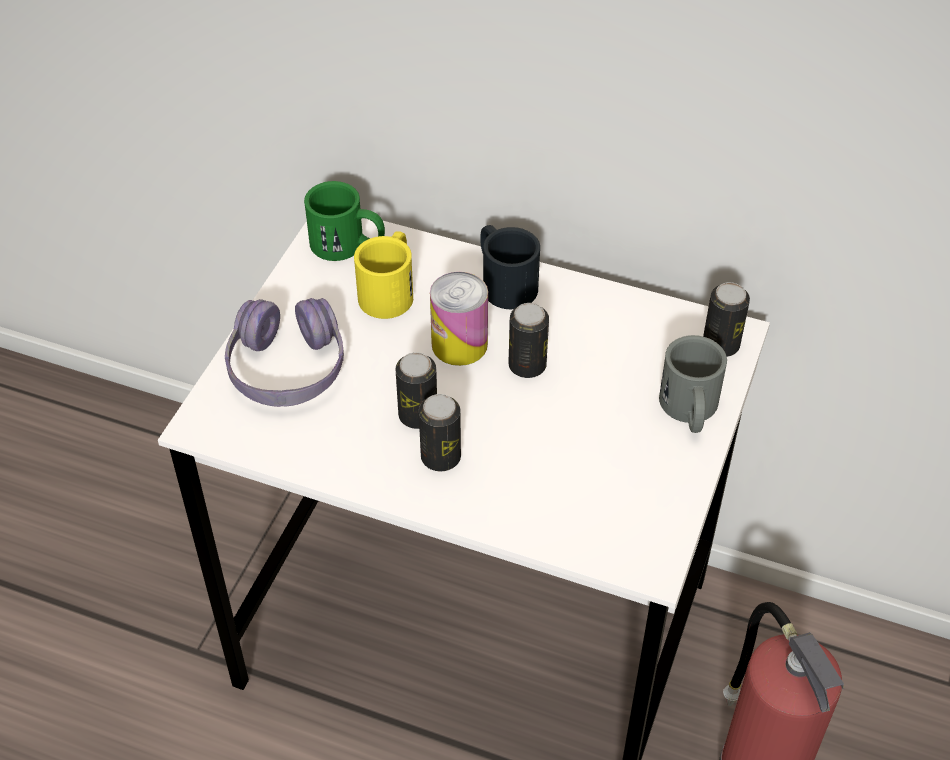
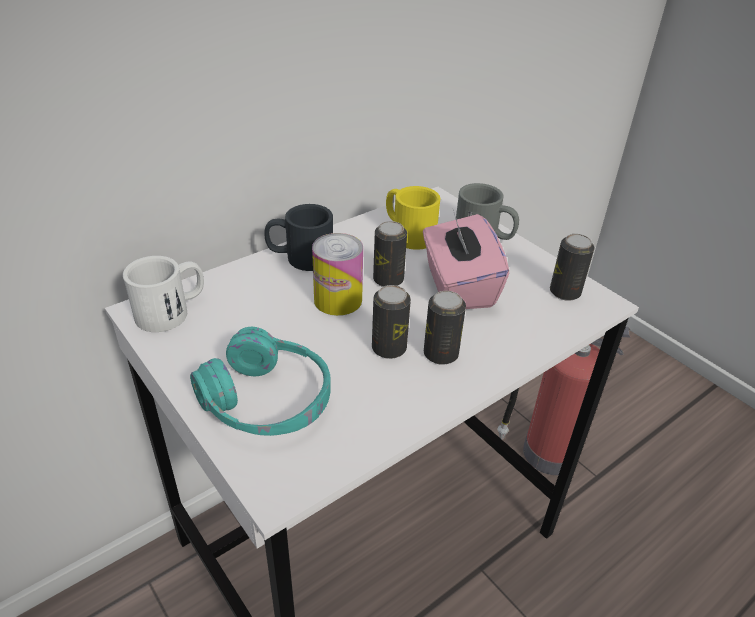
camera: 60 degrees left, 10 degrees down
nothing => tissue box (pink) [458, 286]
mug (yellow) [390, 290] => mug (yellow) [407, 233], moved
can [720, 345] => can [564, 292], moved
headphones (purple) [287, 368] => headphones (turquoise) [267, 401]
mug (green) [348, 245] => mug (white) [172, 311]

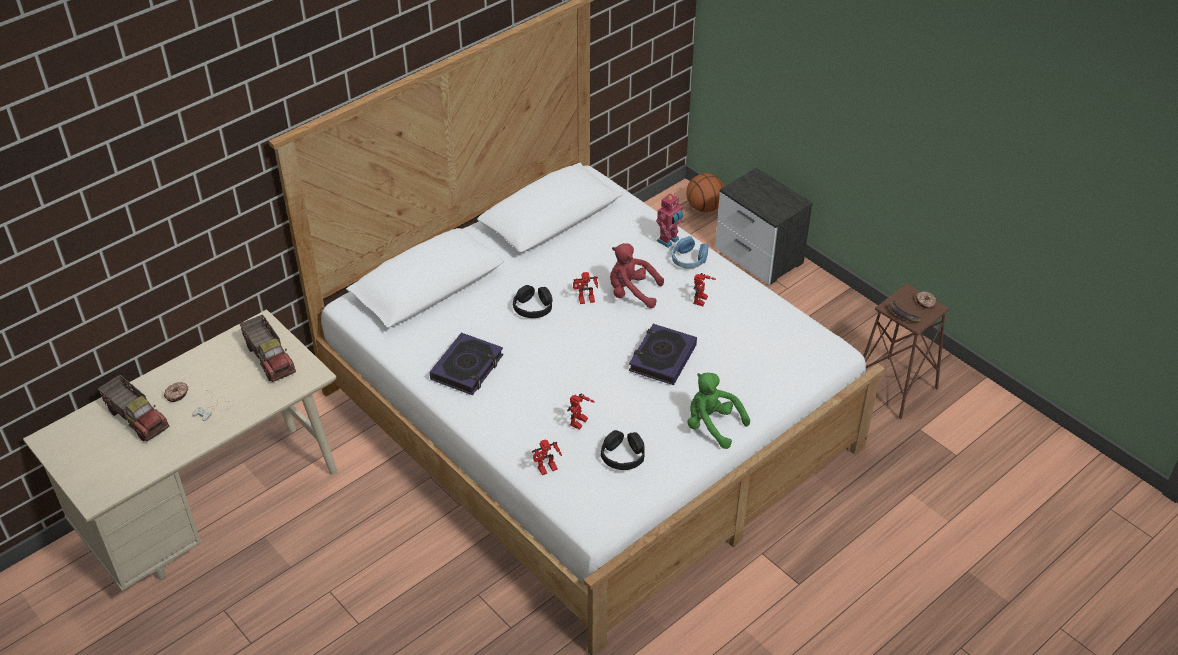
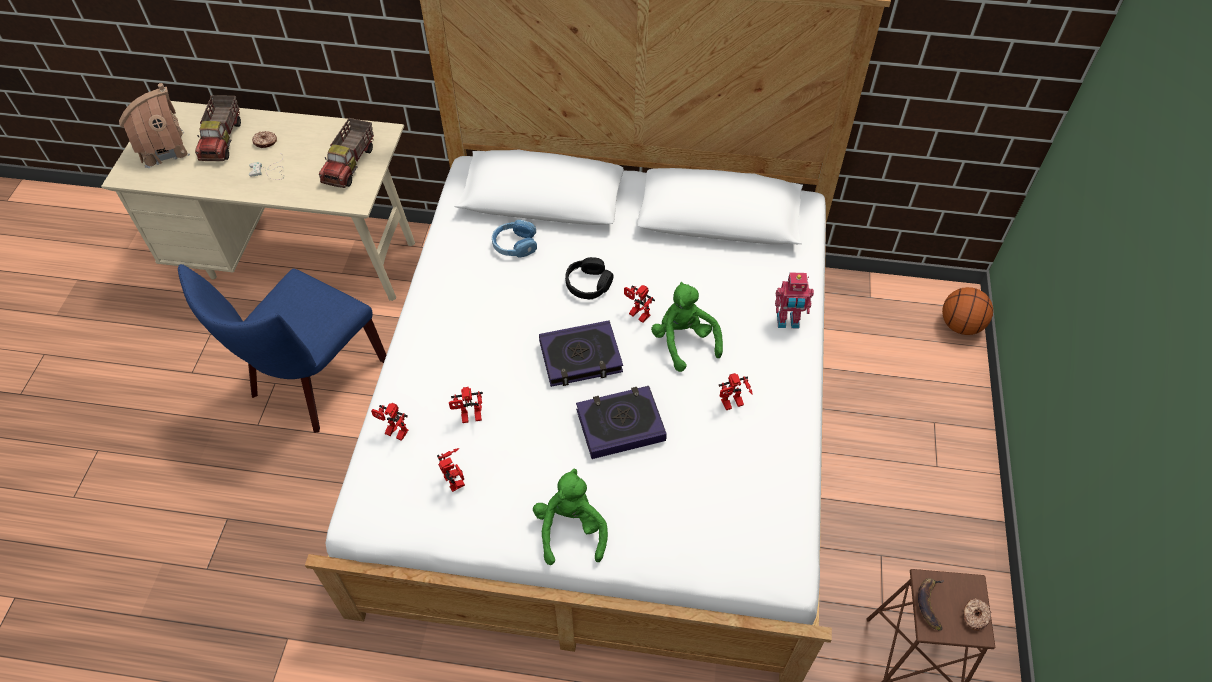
camera: 50 degrees right, 10 degrees up
nightstand [759, 257] => nothing
nothing => toy house [165, 148]
nothing => chair (blue) [312, 382]
book [467, 368] => book [580, 357], moved
headphones (blue) [689, 260] => headphones (blue) [515, 245], moved
headphones (black) [623, 456] => toy robot [457, 480]
plush toy (red) [631, 292] => plush toy (green) [684, 341]

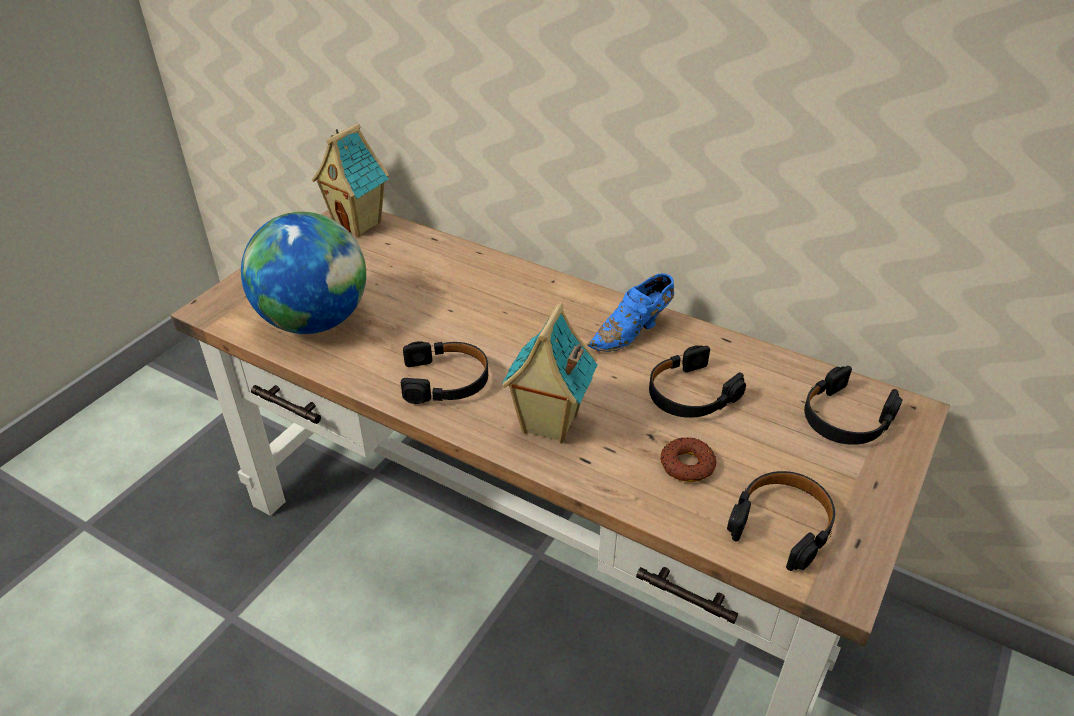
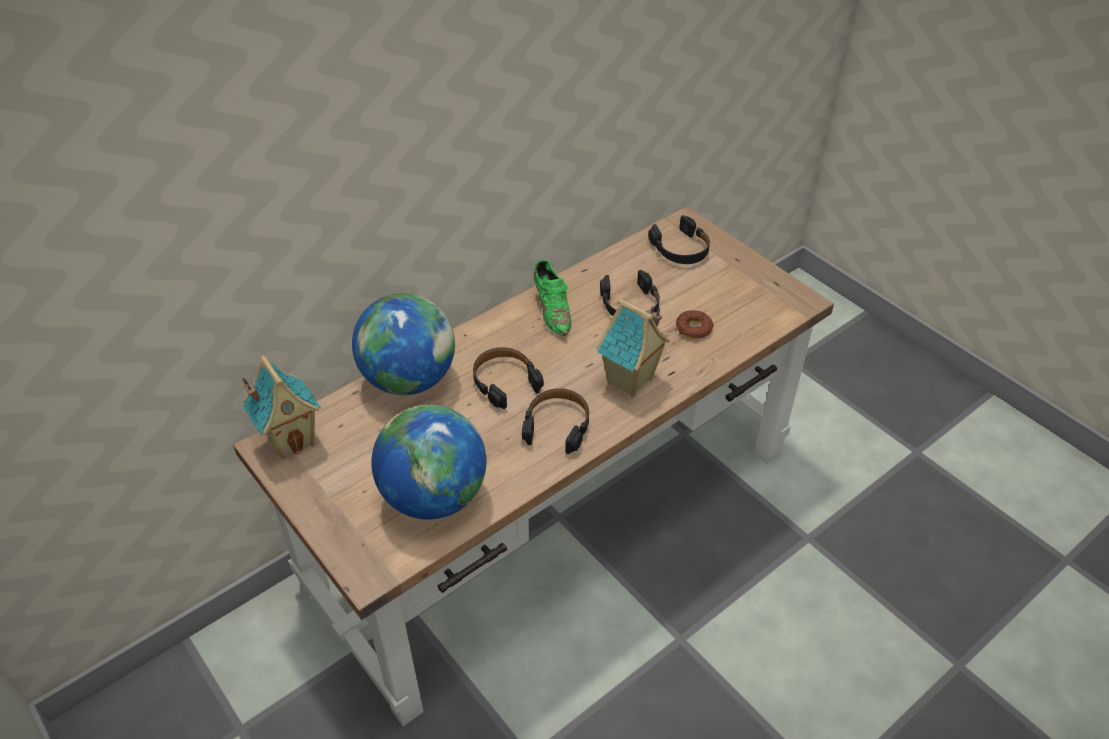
camera: 70 degrees left, 5 degrees up
nothing => globe [409, 379]
headphones (black) [782, 524] => headphones (black) [505, 381], moved
shoe (blue) [633, 332] => shoe (green) [552, 311]

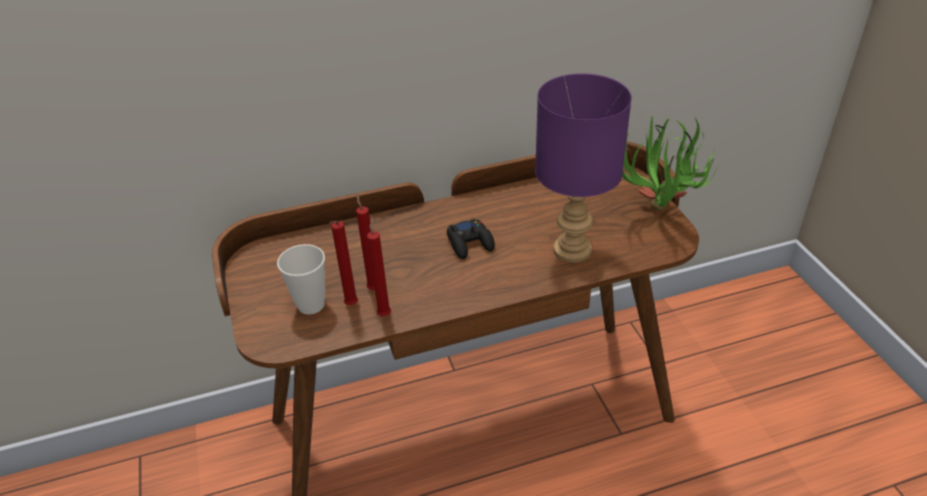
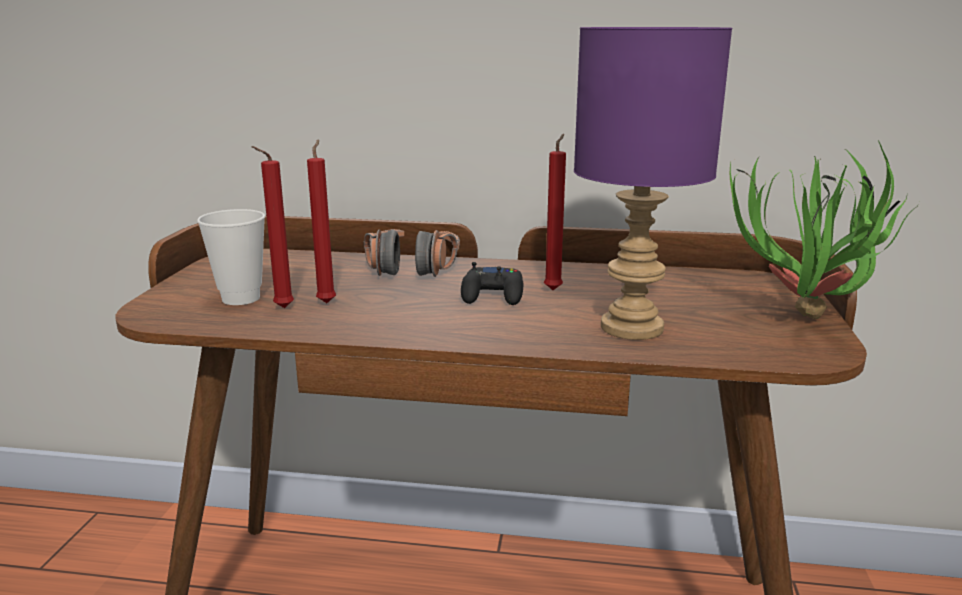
camera: 25 degrees right, 20 degrees down
nothing => headphones [411, 266]
candle (red) [384, 313] => candle (red) [554, 289], moved

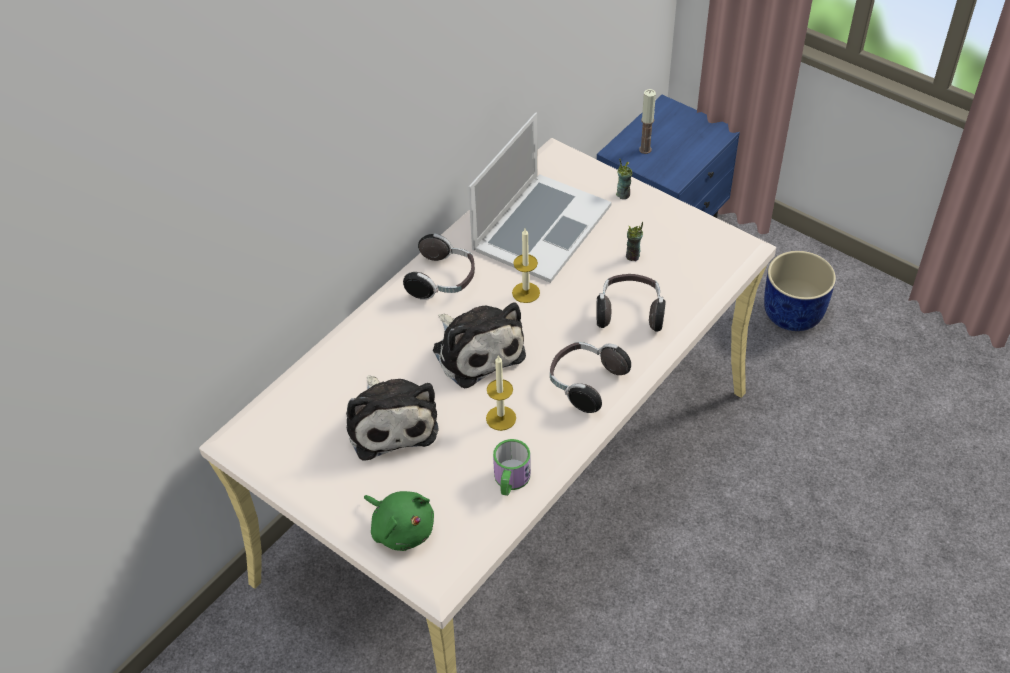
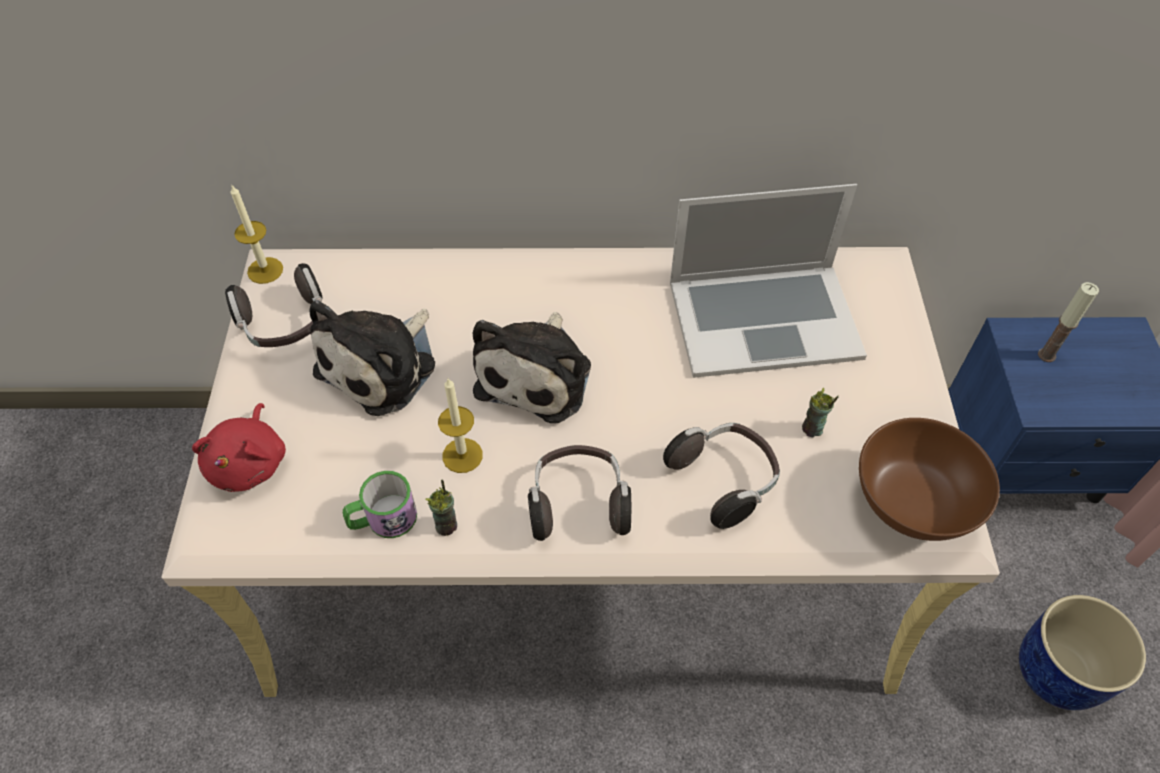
camera: 50 degrees right, 5 degrees up
nothing => bowl (brown) [912, 504]
headphones [443, 280] => headphones [284, 325], moved
candle [526, 292] => candle [265, 270], moved
cup [623, 194] => cup [447, 525], moved
plush toy (green) [401, 528] => plush toy (red) [250, 463]

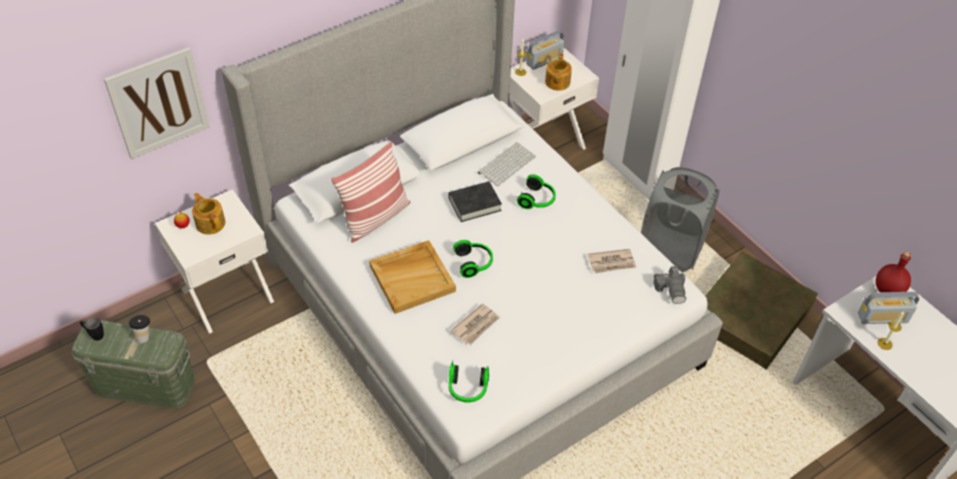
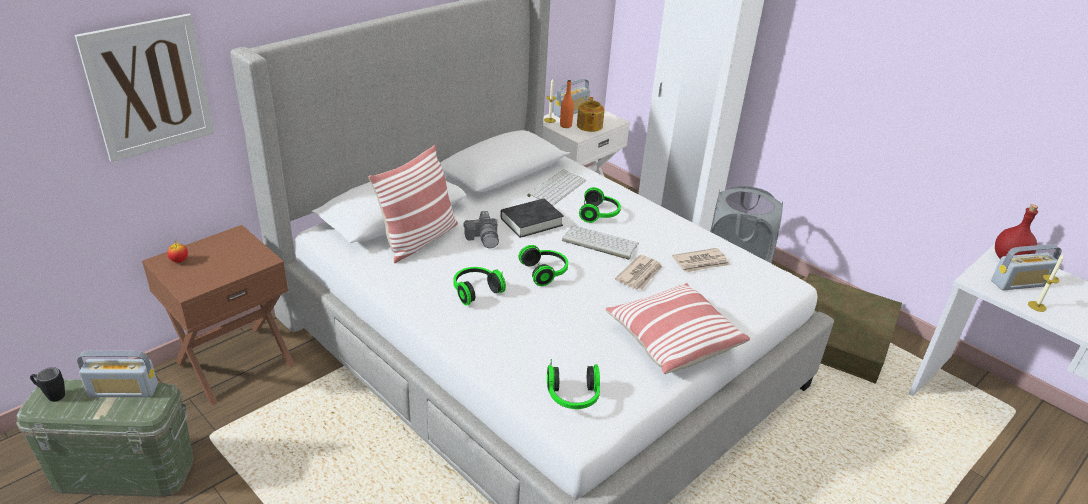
camera: 10 degrees left, 15 degrees down
teapot [210, 223] => nothing
nothing => bottle (orange) [565, 126]
nothing => keyboard [599, 242]
nothing => pillow [672, 340]
newspaper [476, 325] => newspaper [640, 274], moved
photo camera [671, 290] => photo camera [484, 238], moved
cup [144, 336] => radio [123, 390]
tray (beige) [412, 278] => headphones [475, 291]
nightstand (white) [227, 294] => nightstand (brown) [234, 362]

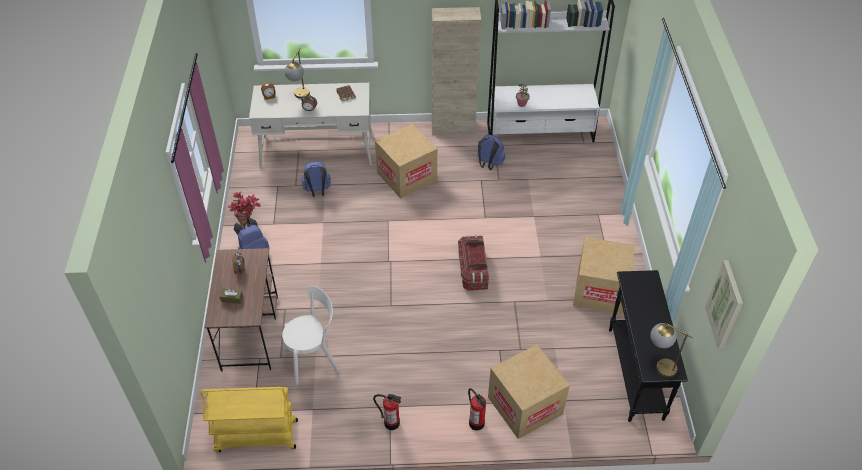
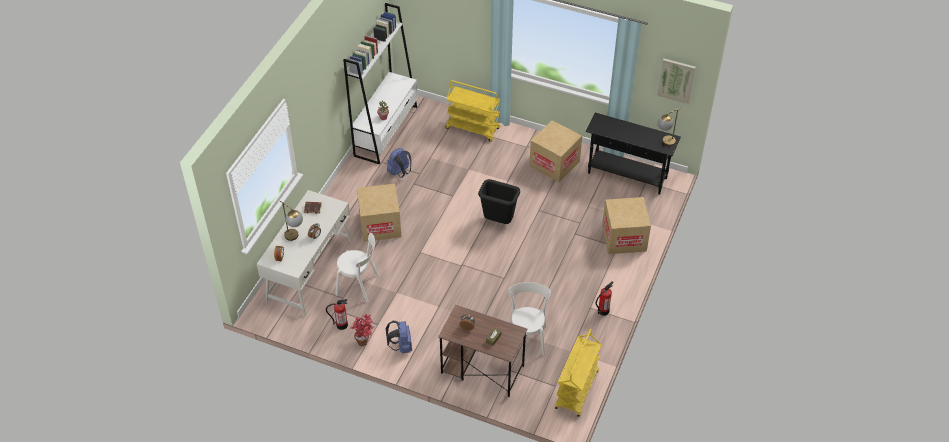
camera: 65 degrees left, 0 degrees up
cabinet (beige) [453, 128] => nothing
nothing => cart (yellow) [473, 128]
fire extinguisher [476, 423] => fire extinguisher [342, 325], moved
backpack (blue) [317, 191] => chair (white) [359, 285]
storage box [473, 271] => trash can (black) [498, 221]

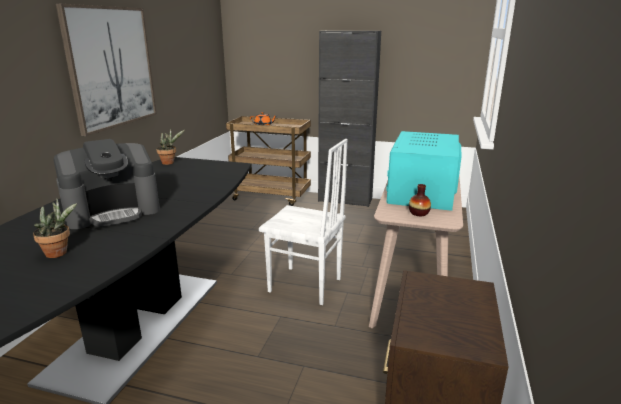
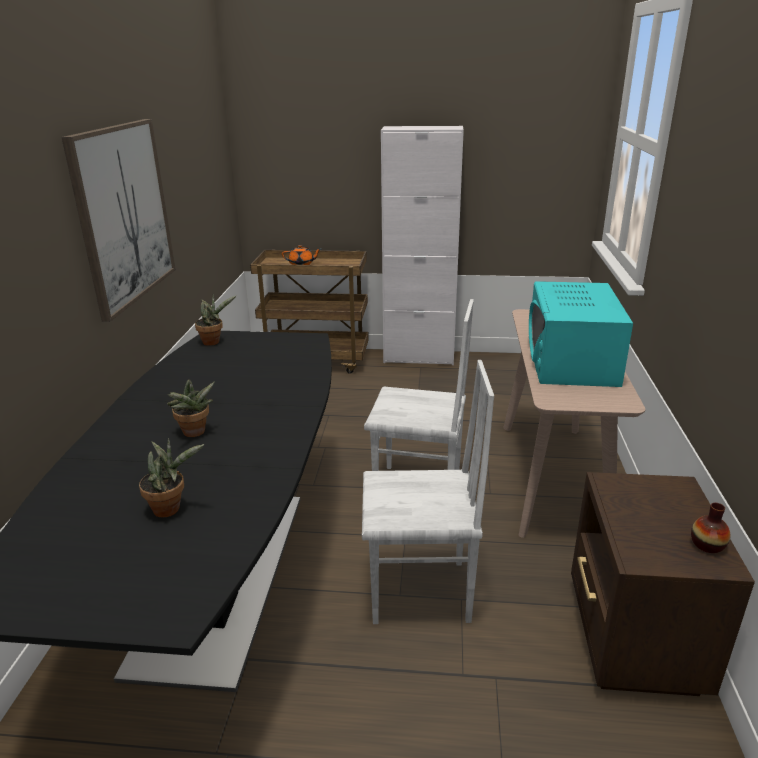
camera: 10 degrees left, 5 degrees up
nothing => chair (white) [420, 593]
vase [419, 213] => vase [707, 545], moved
coffee machine [113, 212] => potted plant [194, 433]
cabinet (black) [345, 200] => cabinet (white) [419, 357]

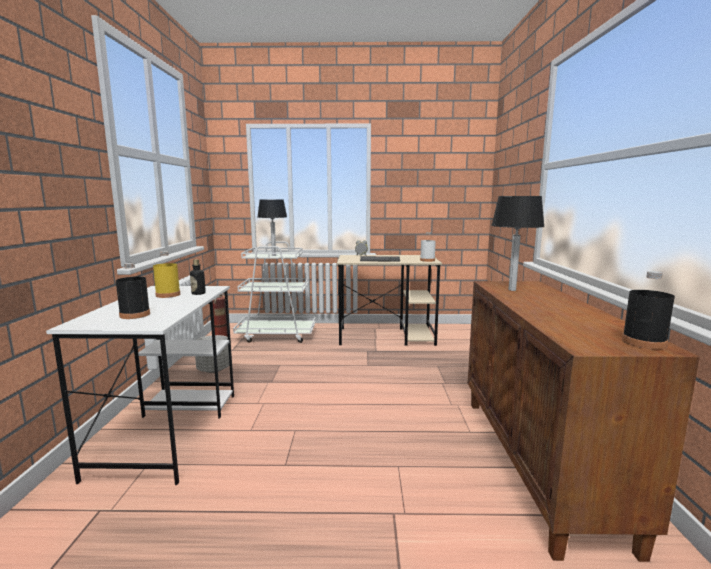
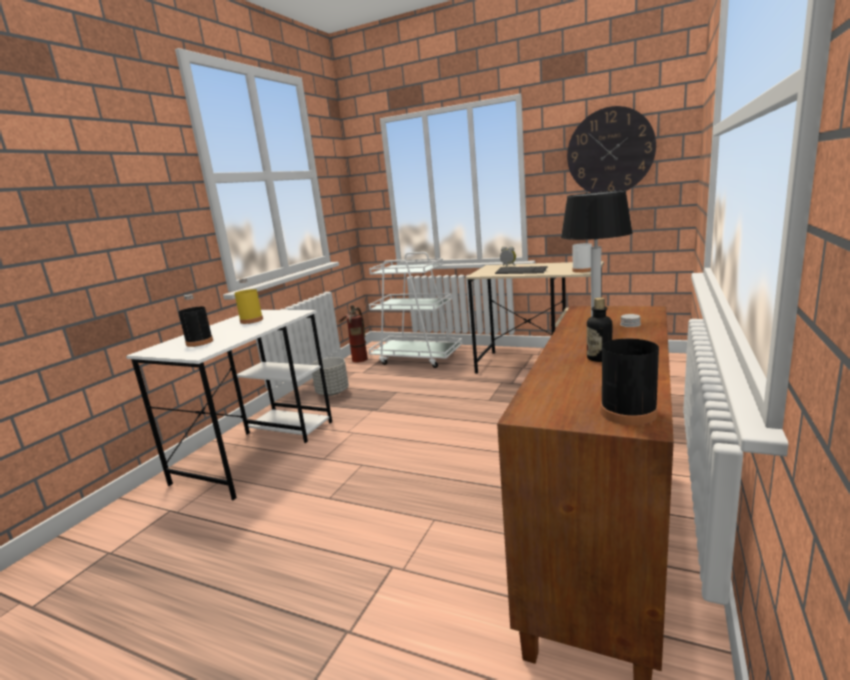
camera: 25 degrees right, 5 degrees up
table lamp [274, 255] => nothing
nothing => wall clock [610, 152]
bottle [198, 293] => bottle [599, 358], moved

